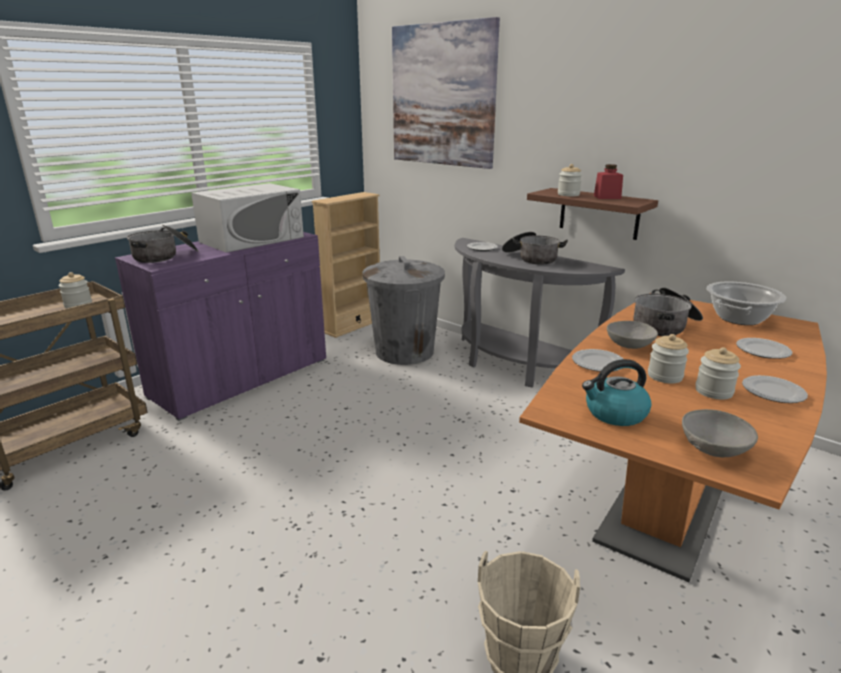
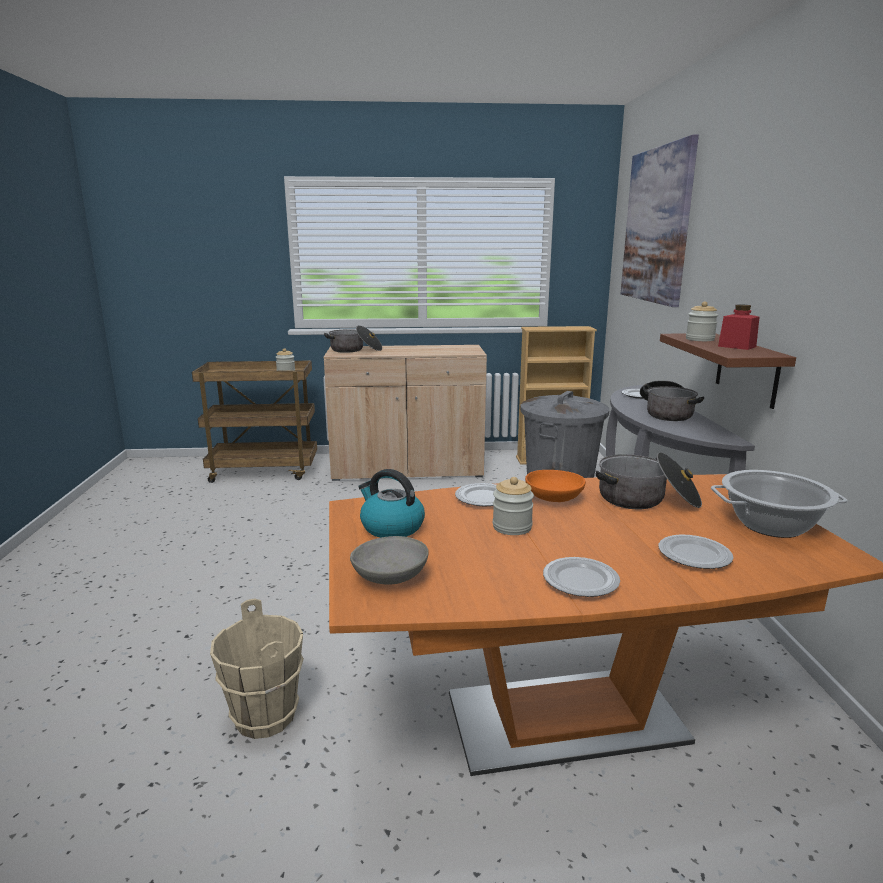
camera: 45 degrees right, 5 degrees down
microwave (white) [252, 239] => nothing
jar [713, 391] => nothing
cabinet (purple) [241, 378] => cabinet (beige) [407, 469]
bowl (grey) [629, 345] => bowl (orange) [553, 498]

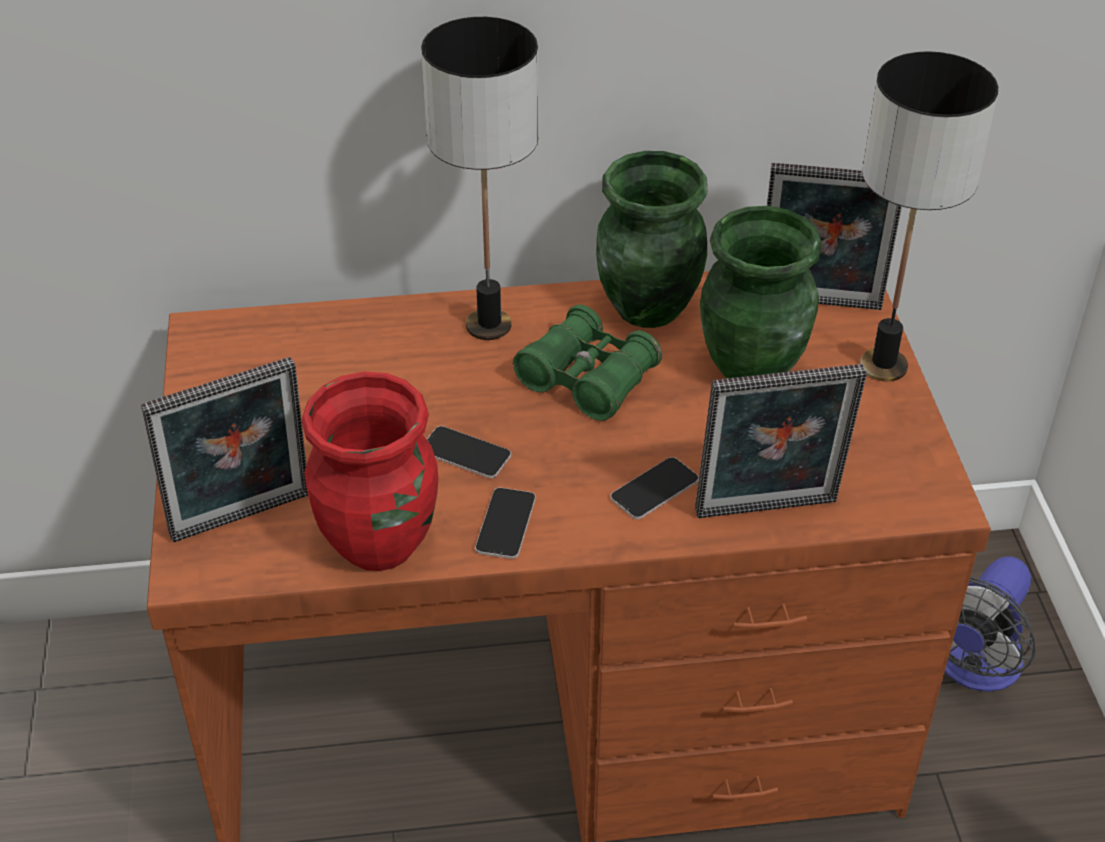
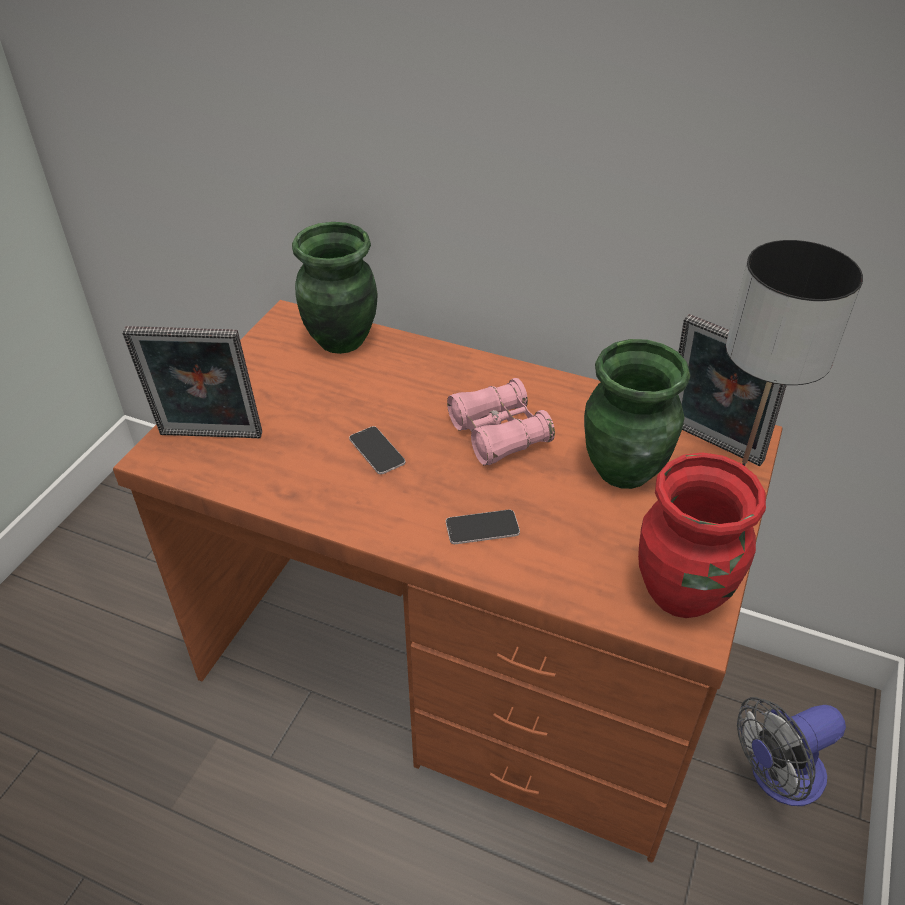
camera: 30 degrees right, 0 degrees up
table lamp [488, 326] => nothing
phone [505, 524] => nothing
picture frame [768, 512] => nothing
vase (red) [381, 543] => vase (red) [683, 594], moved
vase (green) [649, 309] => vase (green) [341, 340], moved
binoculars (green) [588, 379] => binoculars (pink) [498, 433]

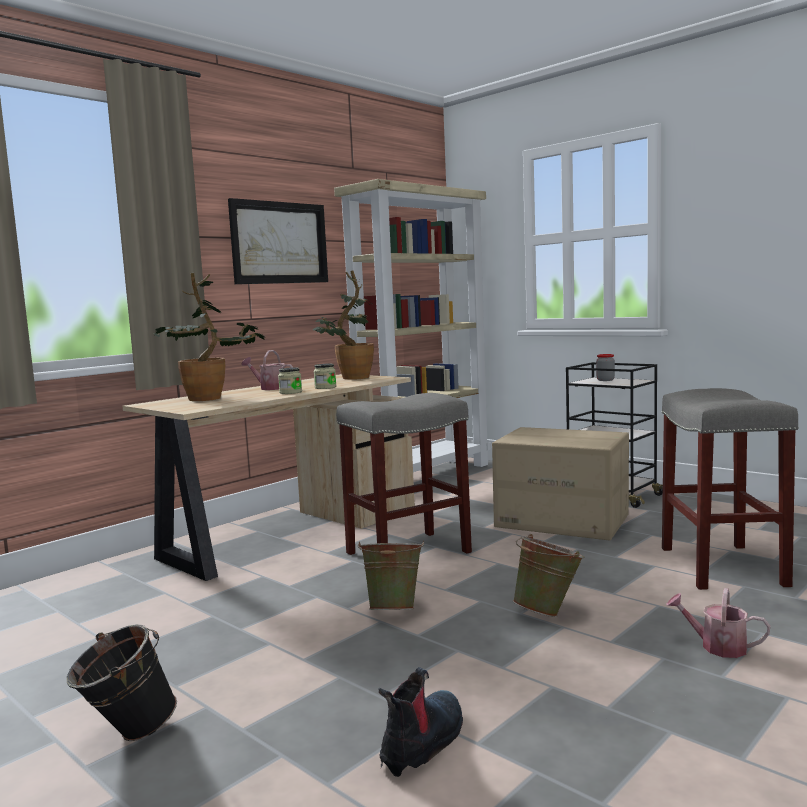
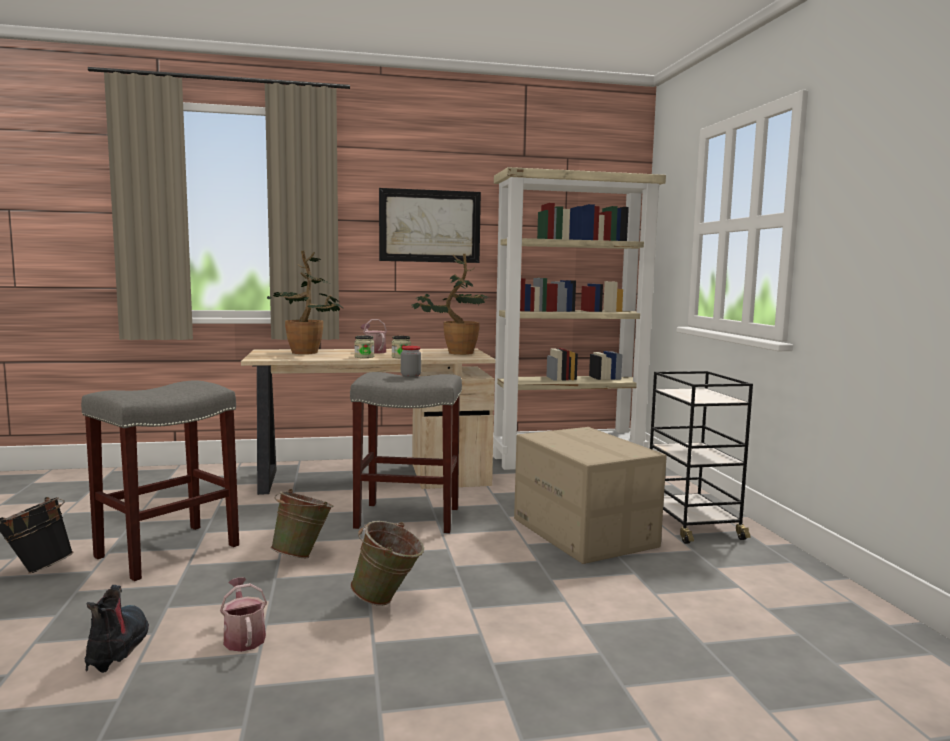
camera: 35 degrees right, 0 degrees up
jar [605, 380] => jar [410, 376], moved
stool (grey) [720, 565] => stool (grey) [169, 550], moved
watering can [717, 646] => watering can [243, 637], moved
boot [424, 742] => boot [118, 646], 75 degrees counterclockwise

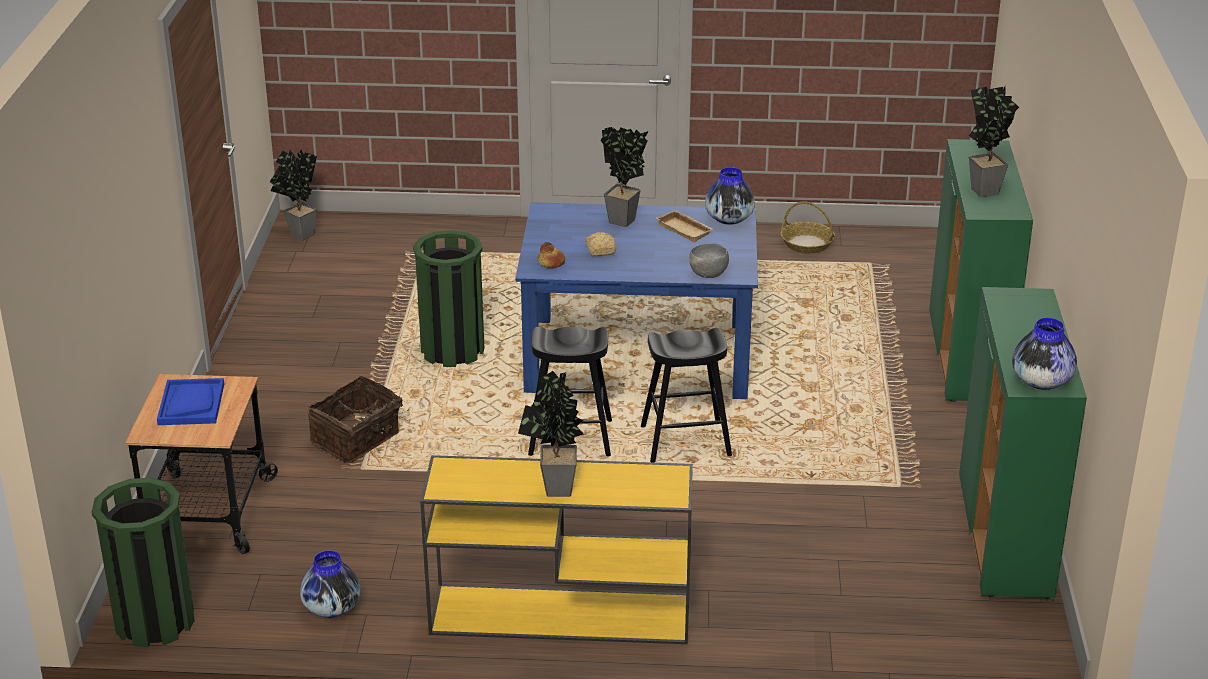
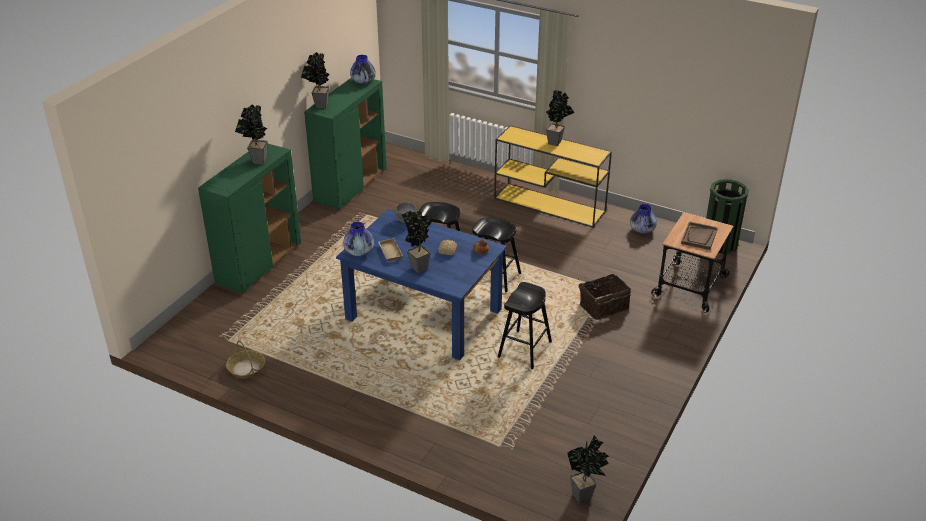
camera: 155 degrees left, 5 degrees up
nothing => potted plant [320, 106]
trash can (green) [452, 351] => stool (black) [524, 349]
tray (blue) [191, 404] => tray (brown) [699, 237]

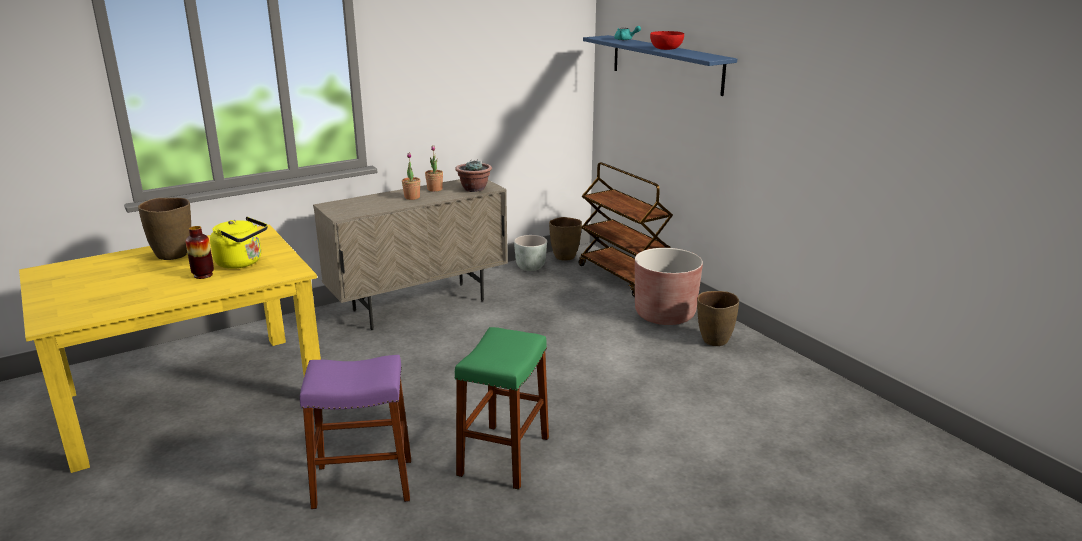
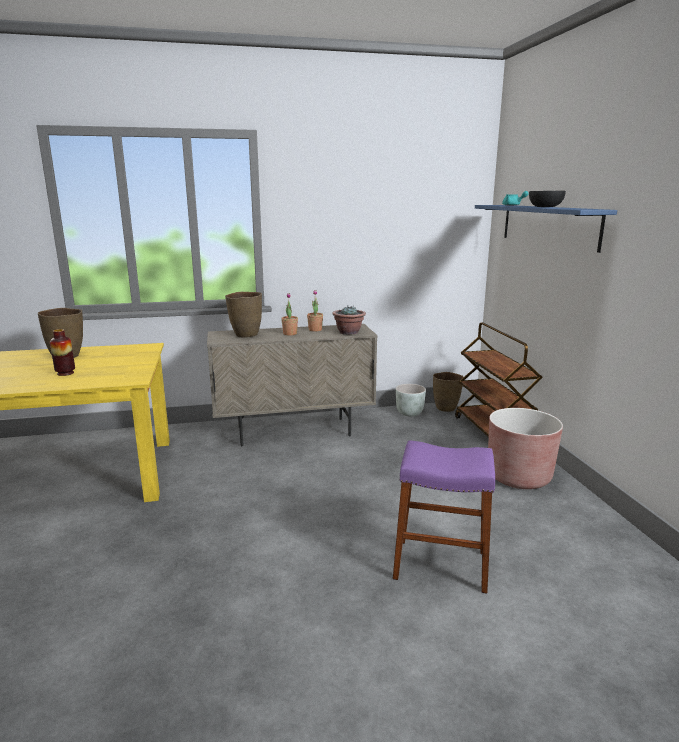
camera: 20 degrees right, 5 degrees down
kettle (yellow) [242, 263] => nothing
stool (green) [504, 456] => nothing
stool (purple) [363, 483] => stool (purple) [440, 565], moved
vase (brown) [714, 341] => vase (brown) [245, 335], moved
bowl (red) [666, 49] => bowl (black) [545, 207]

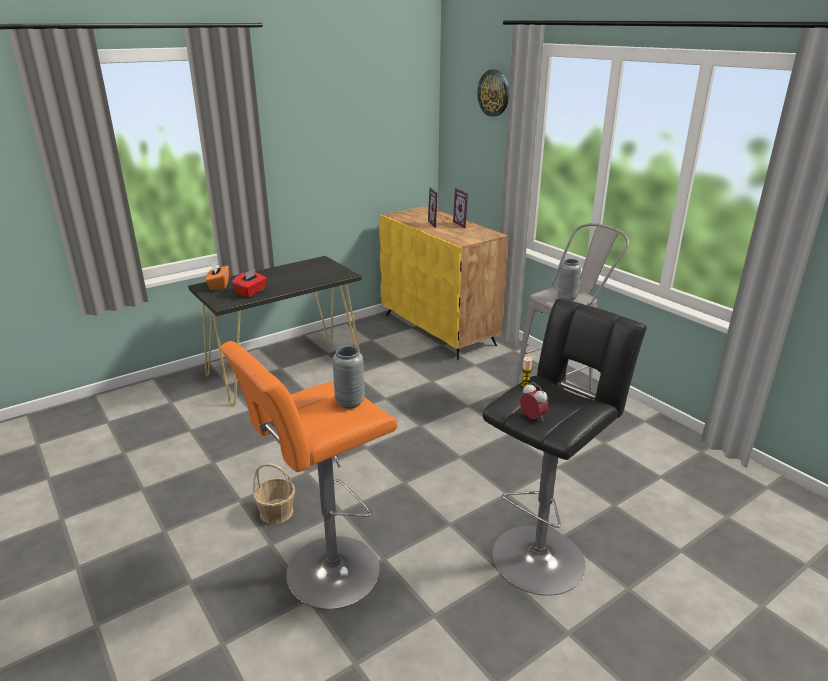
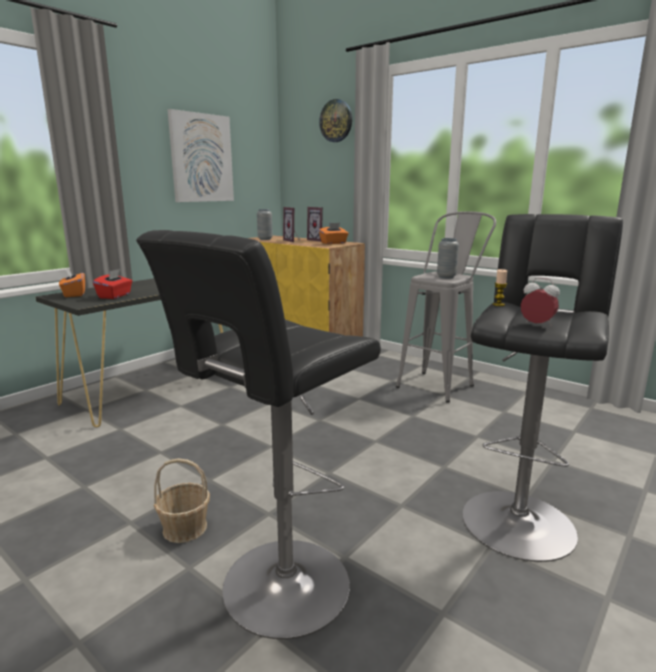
camera: 15 degrees left, 10 degrees down
nothing => picture [201, 158]
nothing => tissue box (orange) [333, 243]
vase (grey) [350, 402] => vase (grey) [265, 239], moved
stool (orange) [326, 574] => stool (black) [279, 591]

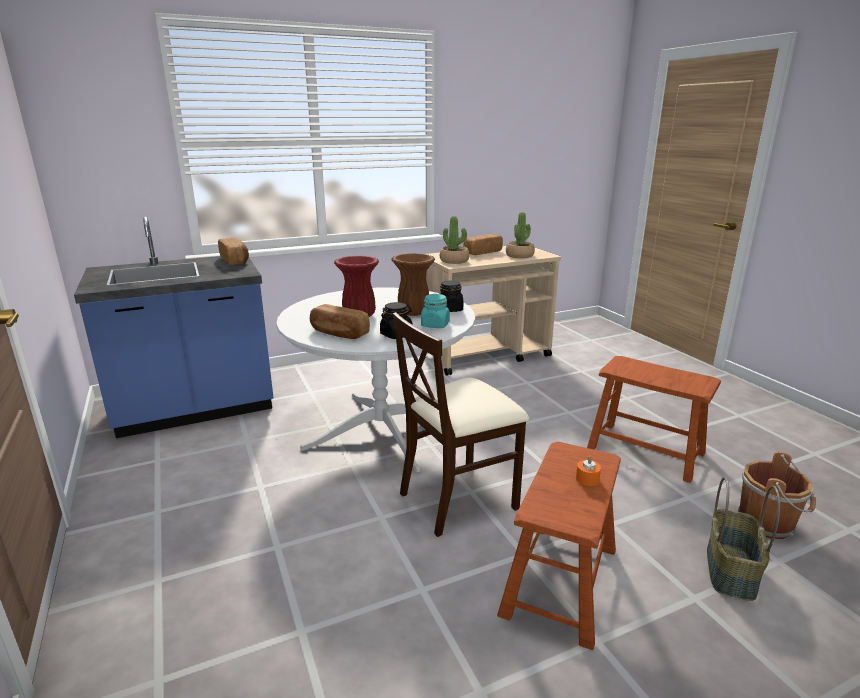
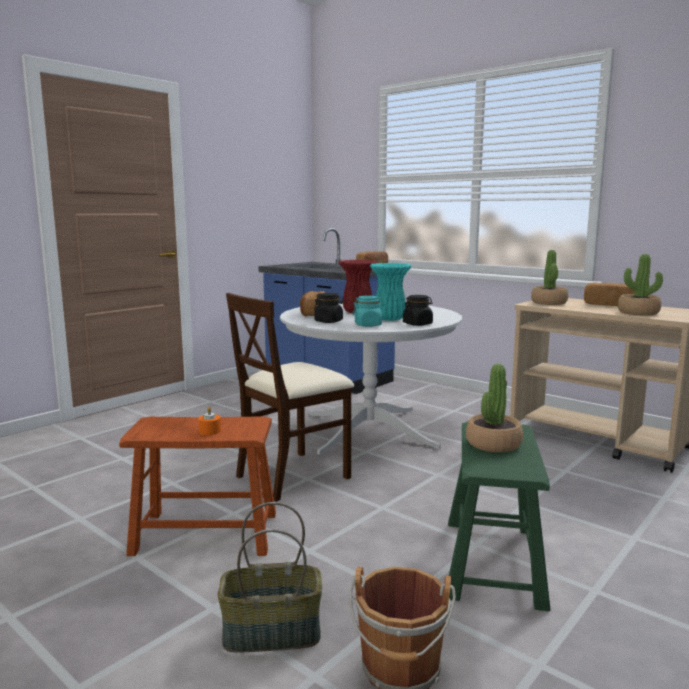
camera: 65 degrees right, 10 degrees down
nothing => potted plant [493, 444]
vase (brown) [413, 312] => vase (turquoise) [389, 319]
stool (brown) [645, 451] => stool (green) [492, 561]
chair (beige) [458, 498] => chair (beige) [293, 475], 75 degrees counterclockwise

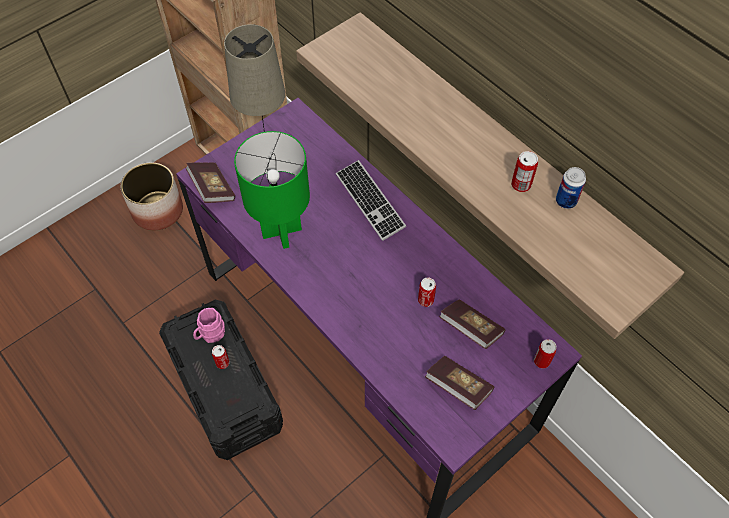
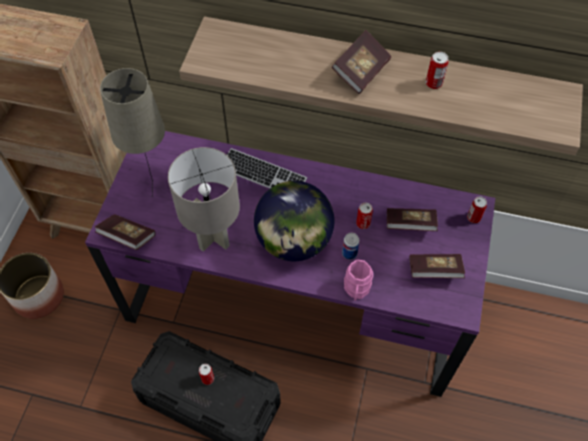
camera: 35 degrees left, 0 degrees up
nothing => globe [294, 241]
nothing => book [361, 71]
mug (pink) [210, 334] => mug (pink) [356, 290], moved
can [566, 201] => can [349, 253], moved
table lamp (green) [282, 232] => table lamp (grey) [214, 237]

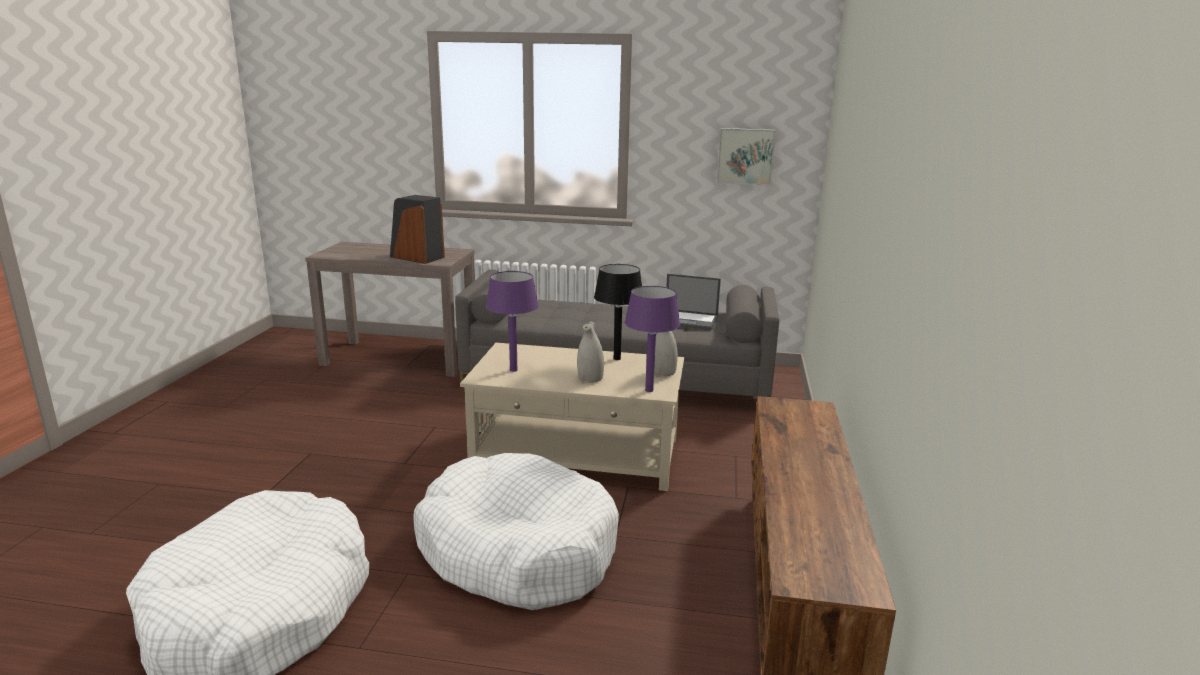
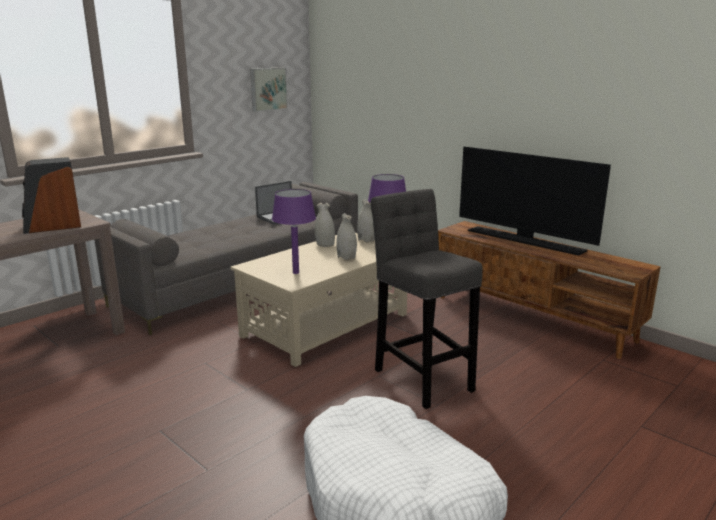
camera: 55 degrees left, 0 degrees up
nothing => television [525, 241]
dog bed (white) [517, 550] => stool (grey) [421, 377]
table lamp (black) [616, 358] => vase (white) [325, 244]

